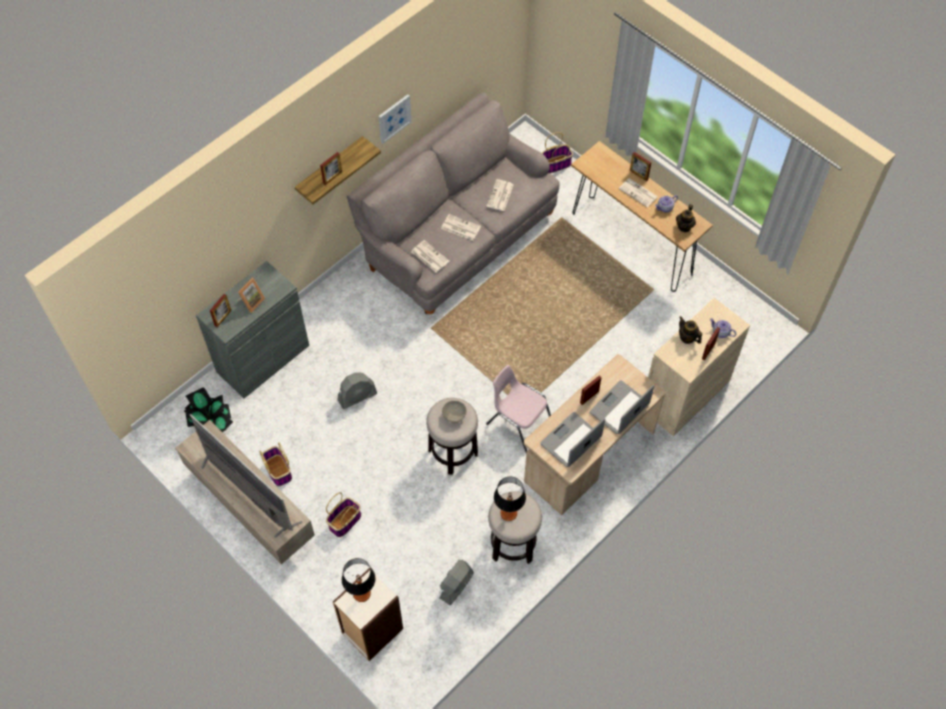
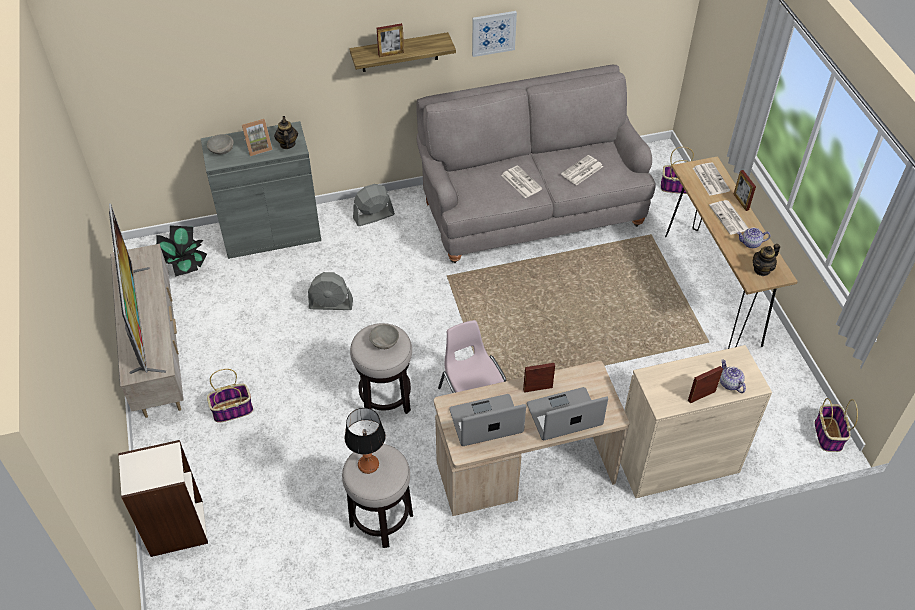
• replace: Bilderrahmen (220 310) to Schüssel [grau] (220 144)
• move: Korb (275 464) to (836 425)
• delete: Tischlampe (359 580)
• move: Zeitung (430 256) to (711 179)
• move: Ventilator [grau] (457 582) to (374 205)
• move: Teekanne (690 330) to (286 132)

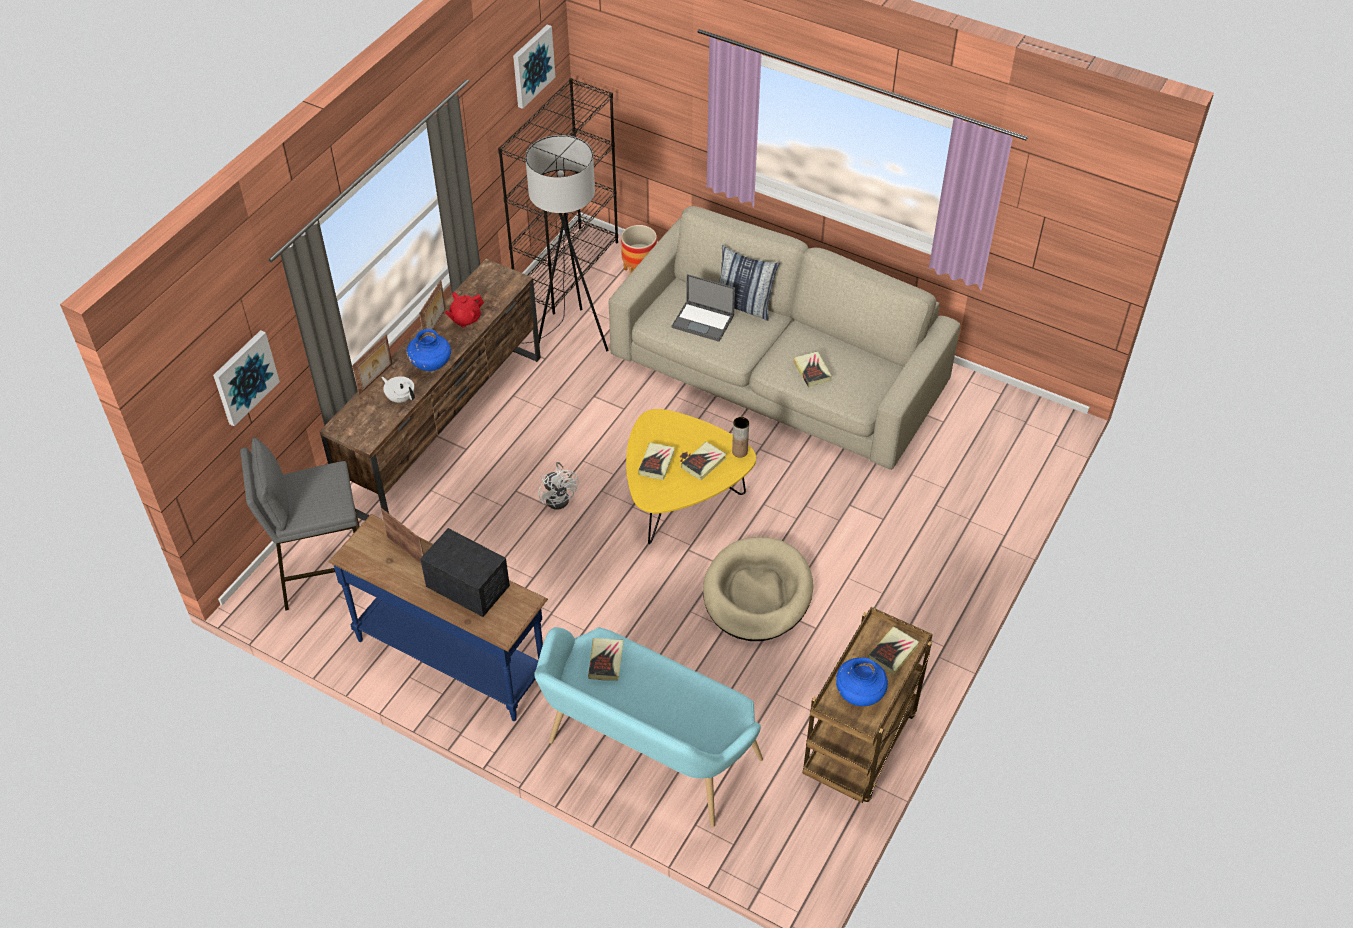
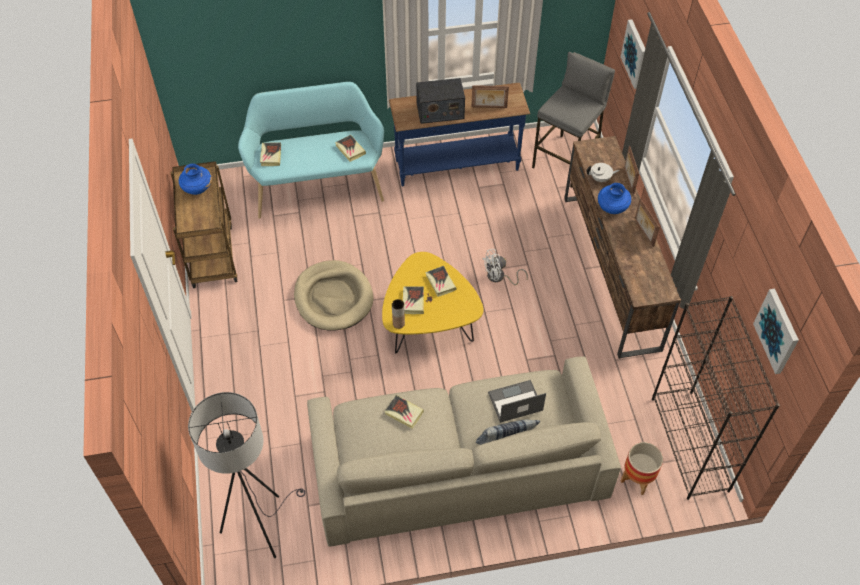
• delete: Teekanne [rot] (464 310)
• move: Stehlampe [grau] (567 243) to (246 475)
• rotate: Ventilator [weiß] (558 486) = (505 267) 45 degrees counterclockwise
• move: Buch (893 651) to (270 154)

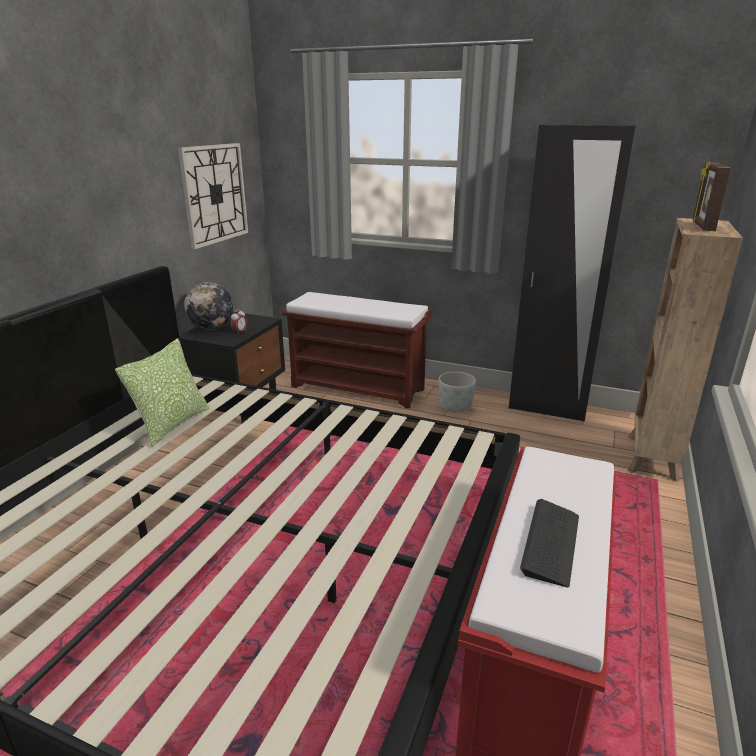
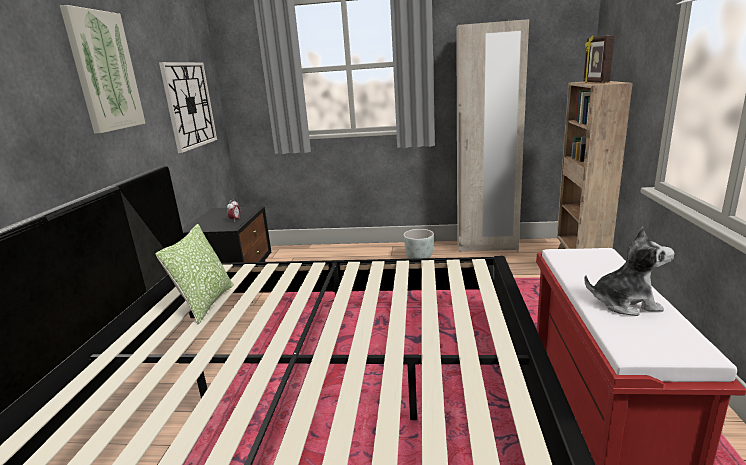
• delete: Globus (208 306)
• delete: Bank [braun] (357 350)
• recolor: Kleiderschrank [schwarz] (572 273) to Kleiderschrank [beige] (492 135)
• replace: Tastatur (549 543) to Plüschtier (629 271)
• insert: Bild (103 69)

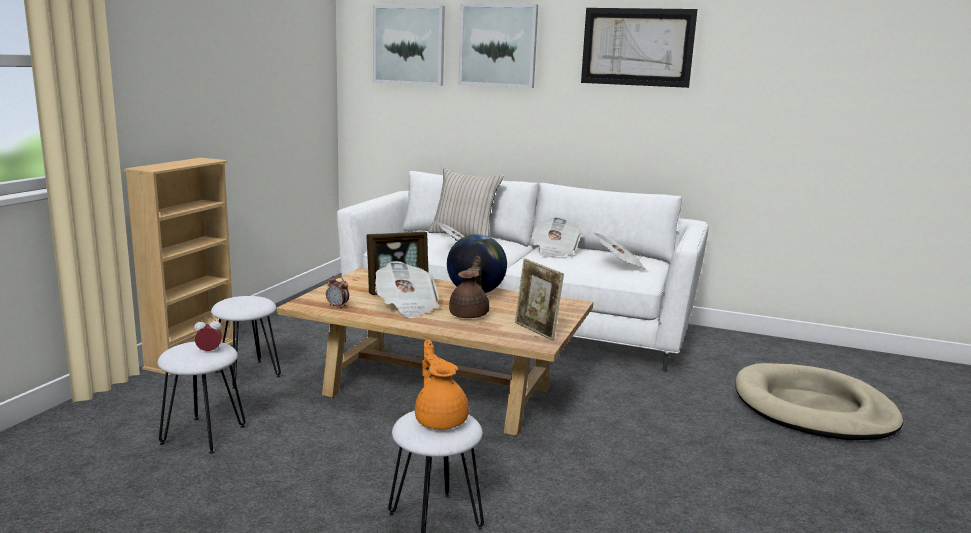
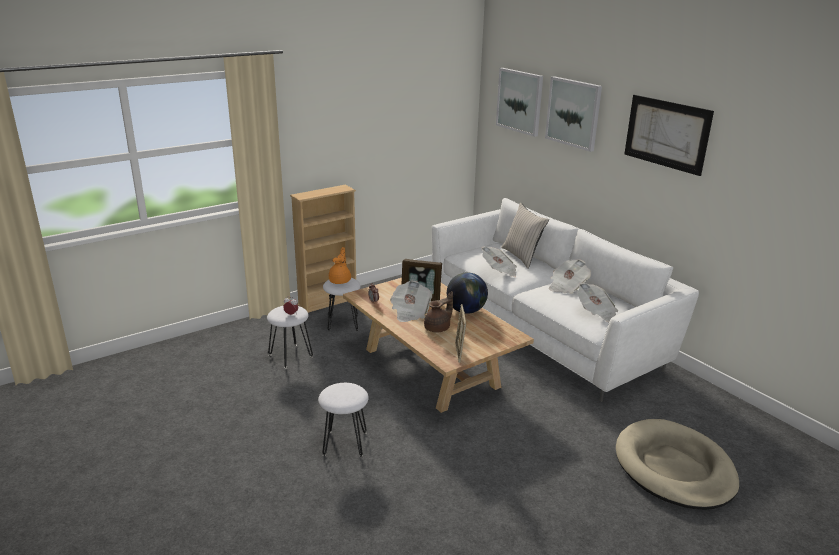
• move: Teekanne [orange] (442 384) to (340 265)

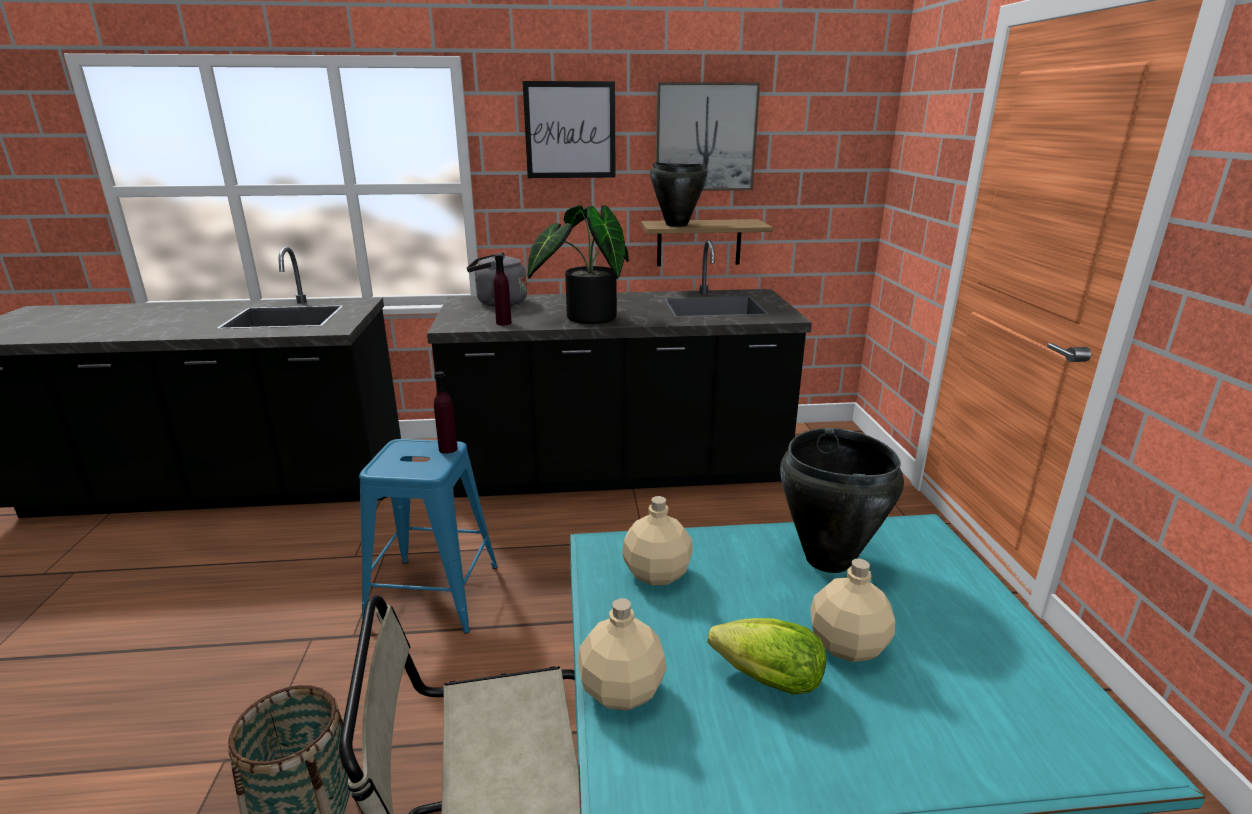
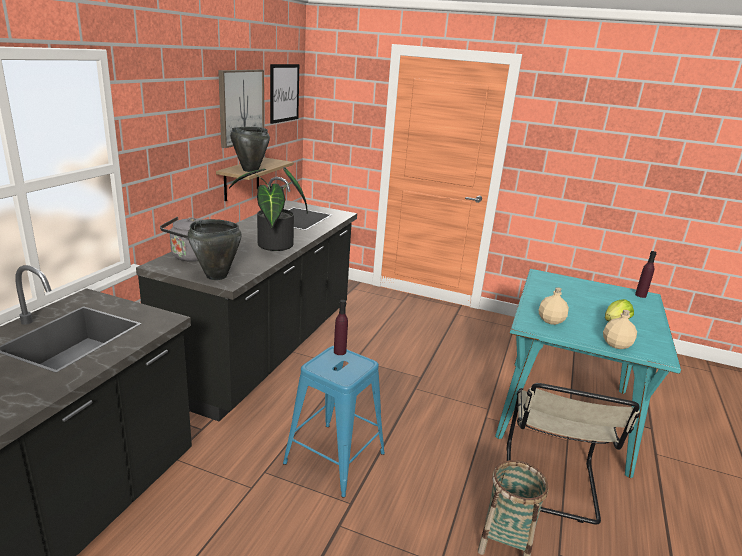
• move: Flasche [lila] (502 290) to (646 274)
• move: Bild (569 129) to (284 94)
• move: Kochtopf [schwarz] (842 500) to (215 249)
• delete: Flasche [beige] (852 610)

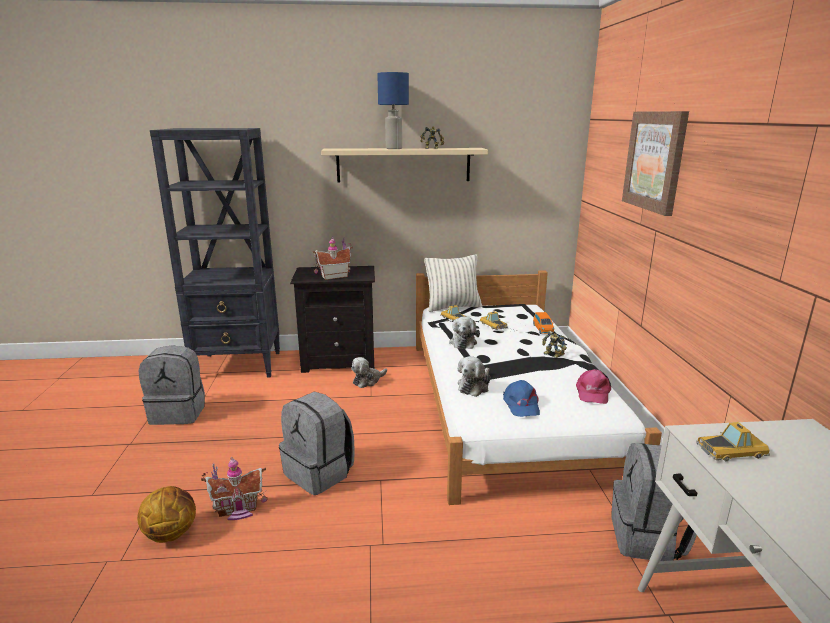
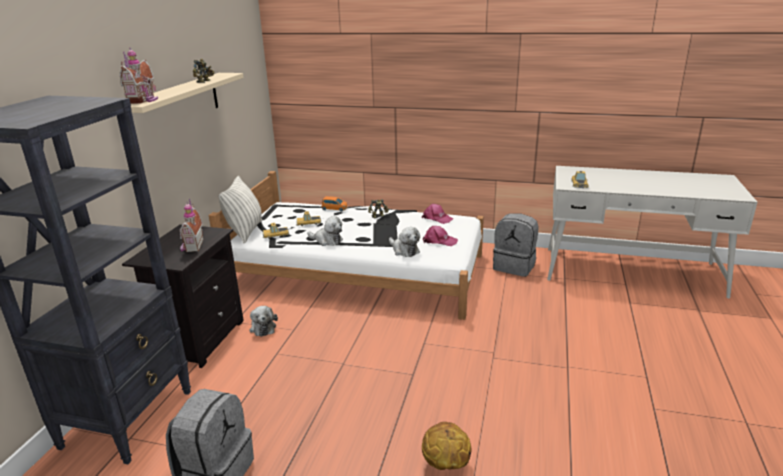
• move: Spielzeughaus (234 489) to (139 75)
• delete: Rucksack [grau] (317 443)
• delete: Tischlampe [blau] (393 110)
• recolor: Kappe [blau] (521 398) to Kappe [rosa] (440 236)
• delete: Bild (655 163)

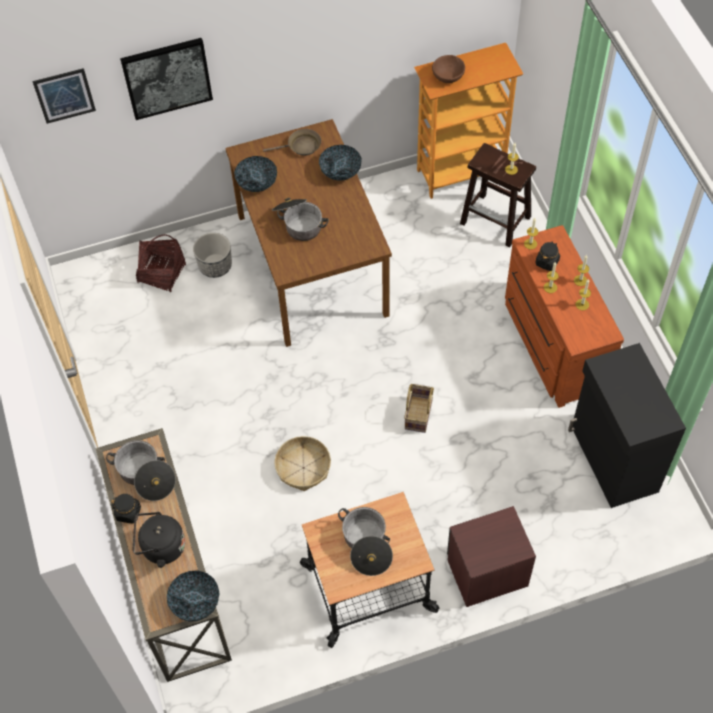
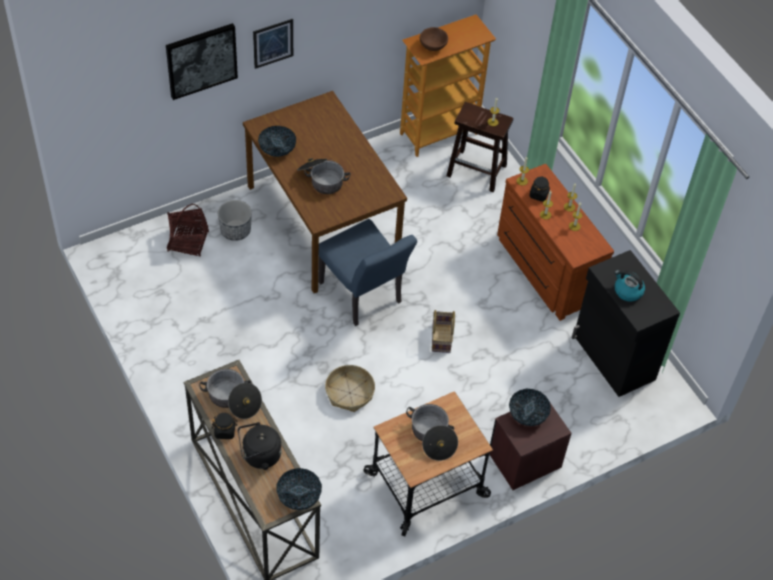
• move: Bild (64 96) to (273 44)
• delete: Pfanne [braun] (292 142)
• move: Schüssel (340 163) to (530 407)
• insert: Stuhl [blau] (367 272)
• insert: Wasserkessel (630 286)

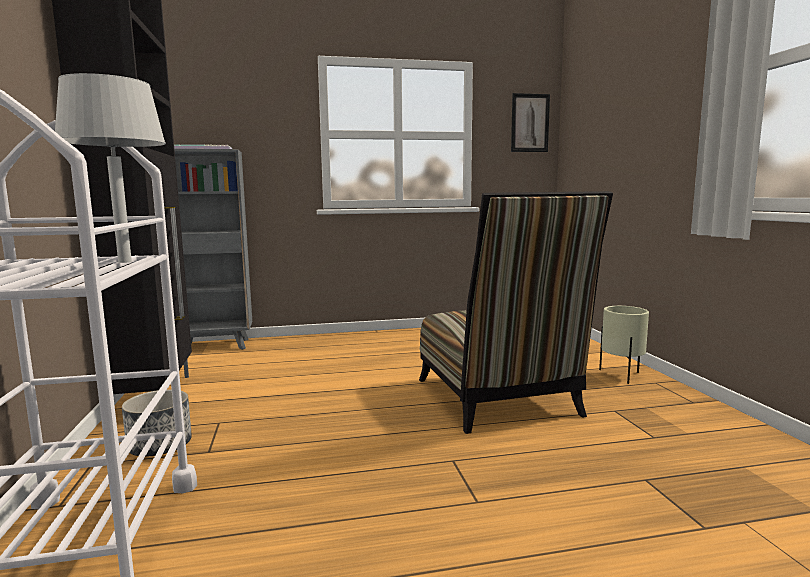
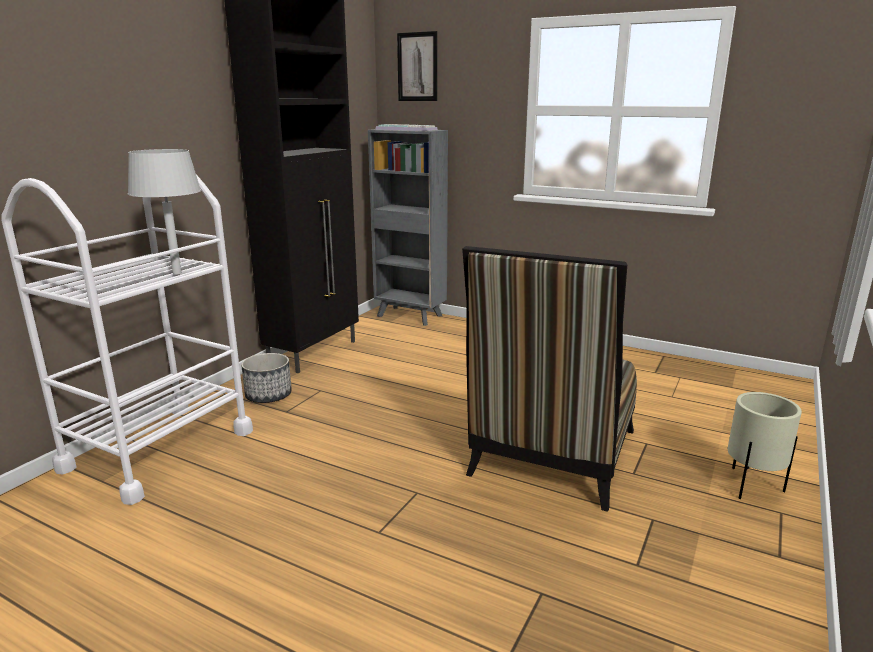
• move: Bild (530 122) to (417 66)

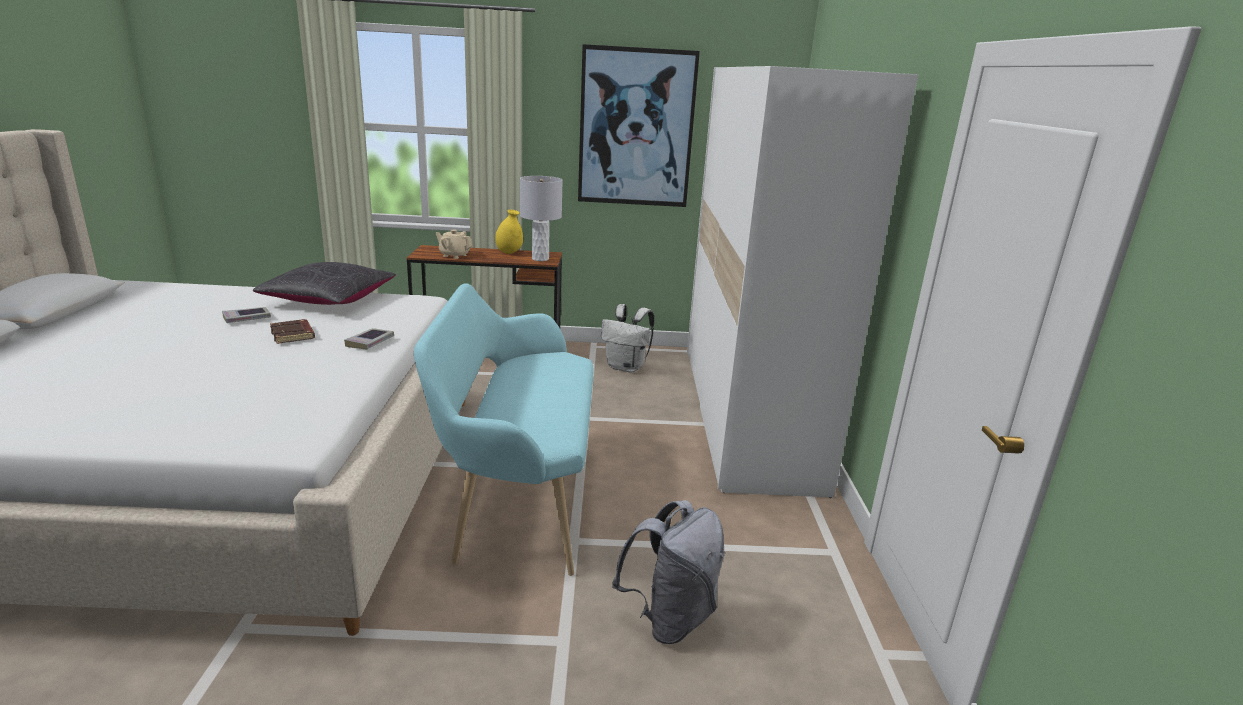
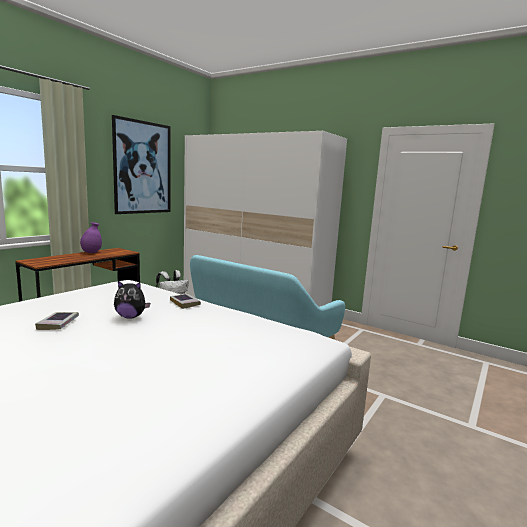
• delete: Kissen [schwarz] (324 283)
• replace: Buch [braun] (292 331) to Plüschtier (132 300)
• delete: Teekanne [beige] (454 244)
• recolor: Vase [gelb] (509 232) to Vase [lila] (91 237)
• delete: Tischlampe [grau] (541 218)
• delete: Rucksack [grau] (668 572)

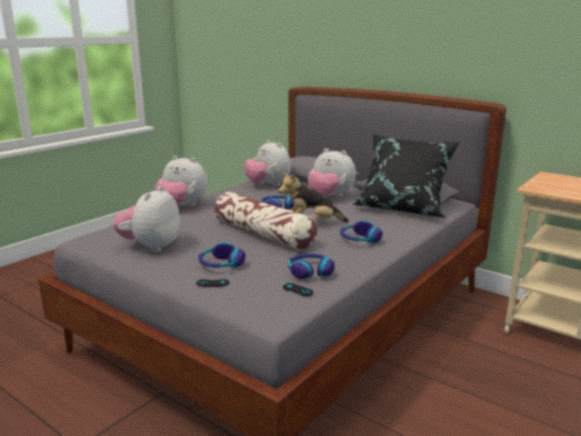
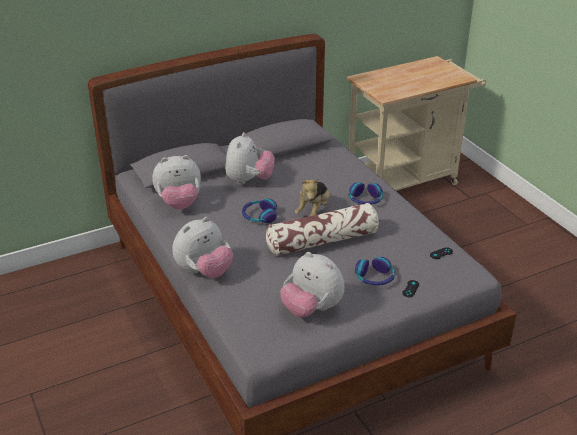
• delete: Kopfhörer (311 266)
• rotate: Plüschtier (332 172) = (250 158) 45 degrees counterclockwise
• delete: Kissen [schwarz] (406 176)

